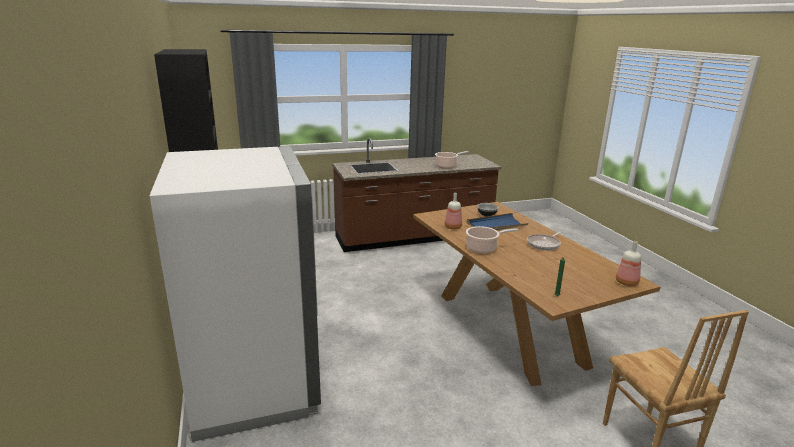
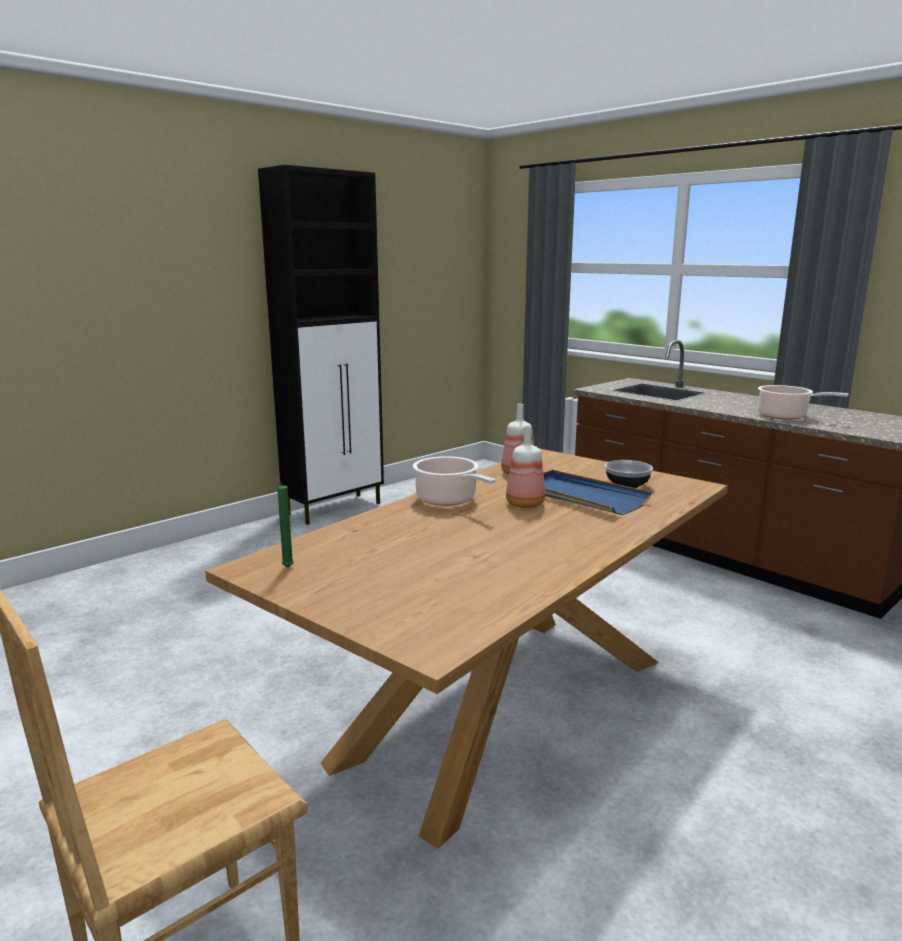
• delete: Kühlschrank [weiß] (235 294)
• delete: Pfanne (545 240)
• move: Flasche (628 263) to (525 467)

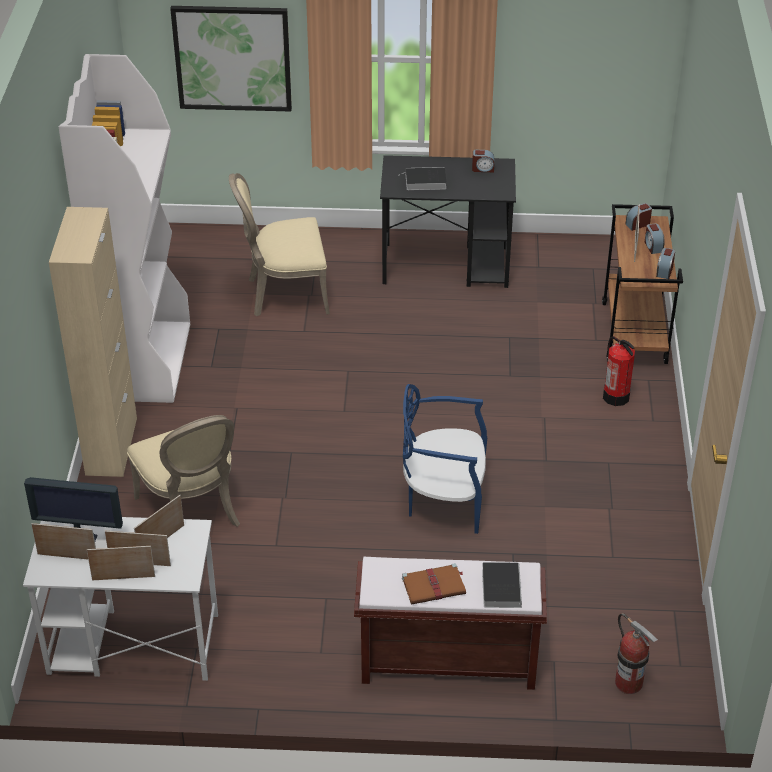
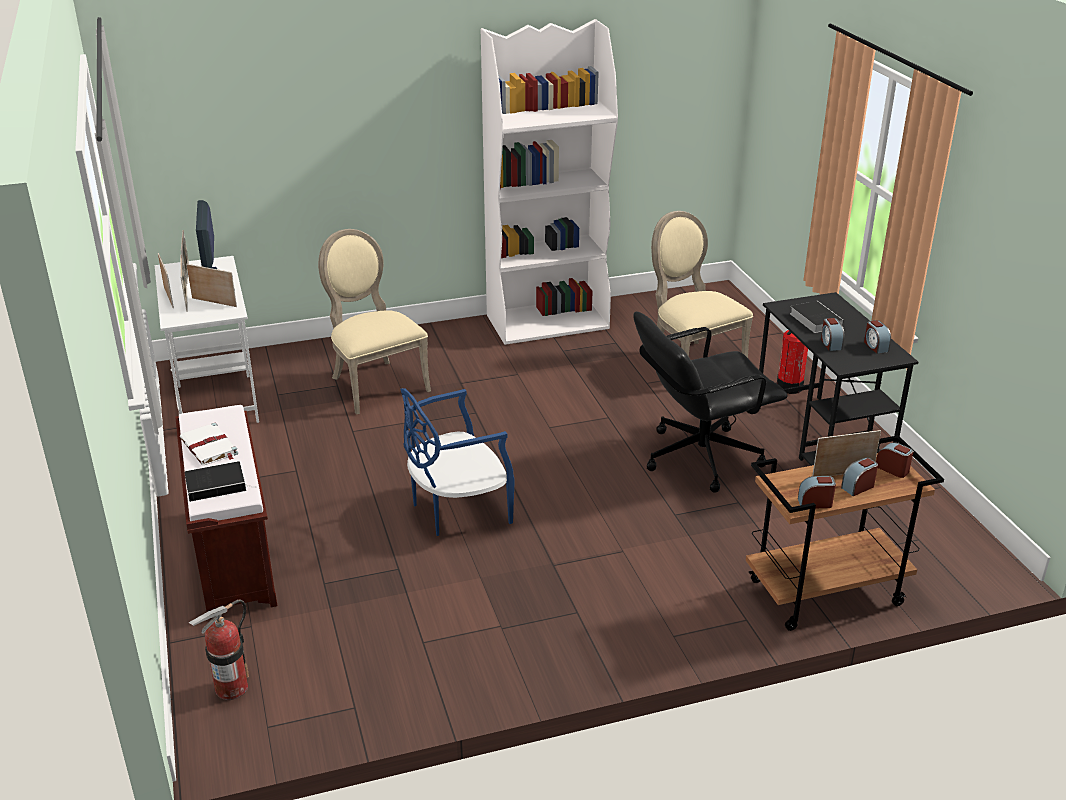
• delete: Schrank [beige] (93 342)
• rotate: Stuhl [beige] (183 471) = (374 322) 105 degrees clockwise
• delete: Bild (231 58)
• recolor: Buch [braun] (434 584) to Buch [weiß] (209 444)
• rotate: Stuhl [blau] (445 459) = (457 462) 105 degrees counterclockwise
• move: Feuerlöscher (619 371) to (792 362)
• insert: Bürostuhl [schwarz] (710 402)
• insert: Wecker (832 334)

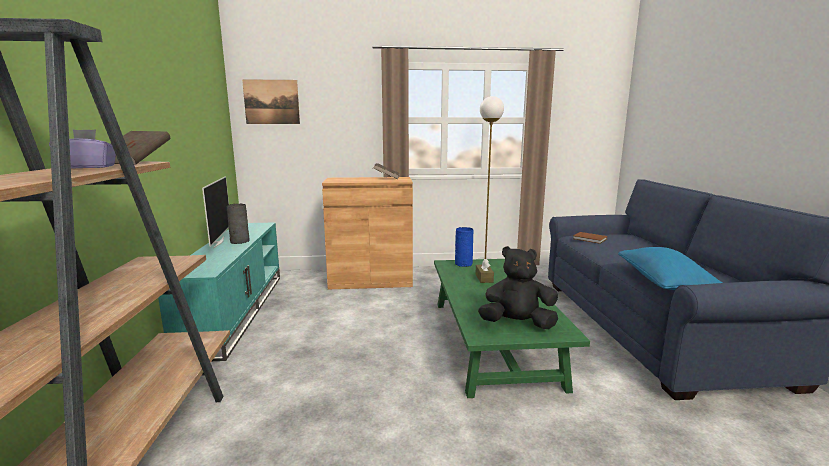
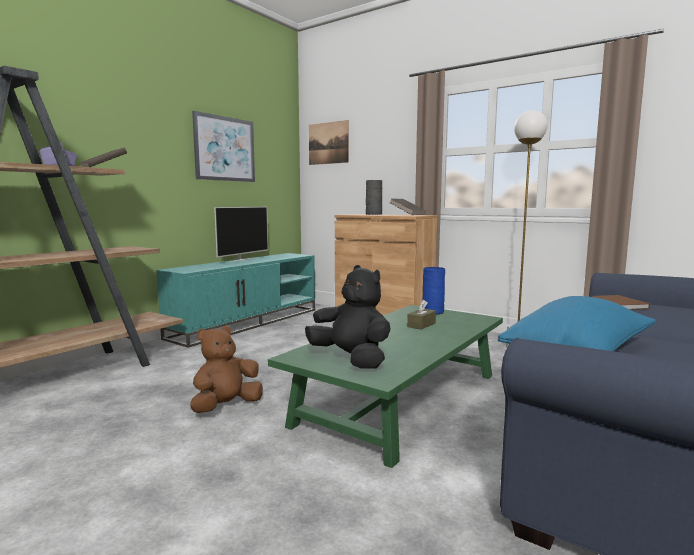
• move: Vase [grau] (238 224) to (374 197)
• insert: Plüschtier [braun] (226 369)
• insert: Bild (223 146)

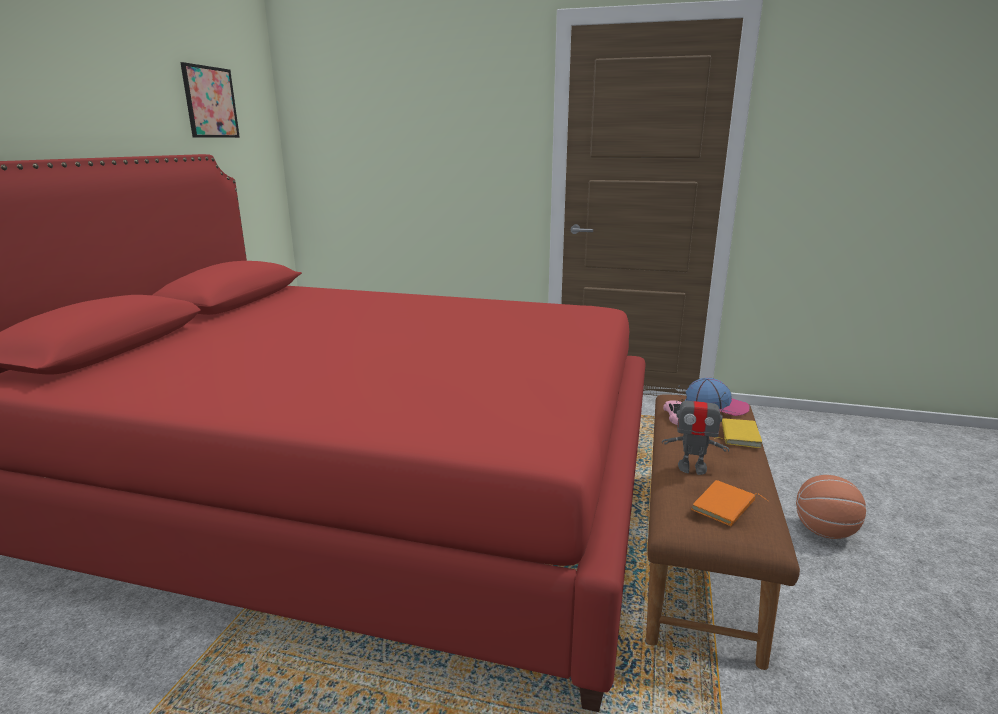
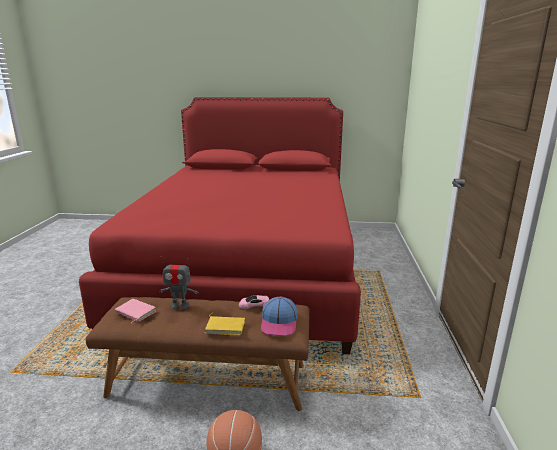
• delete: Bild (210 100)
• rotate: Spielzeugroboter (695 430) = (179 283) 90 degrees counterclockwise
• recolor: Buch [orange] (729 503) to Buch [rosa] (135 311)

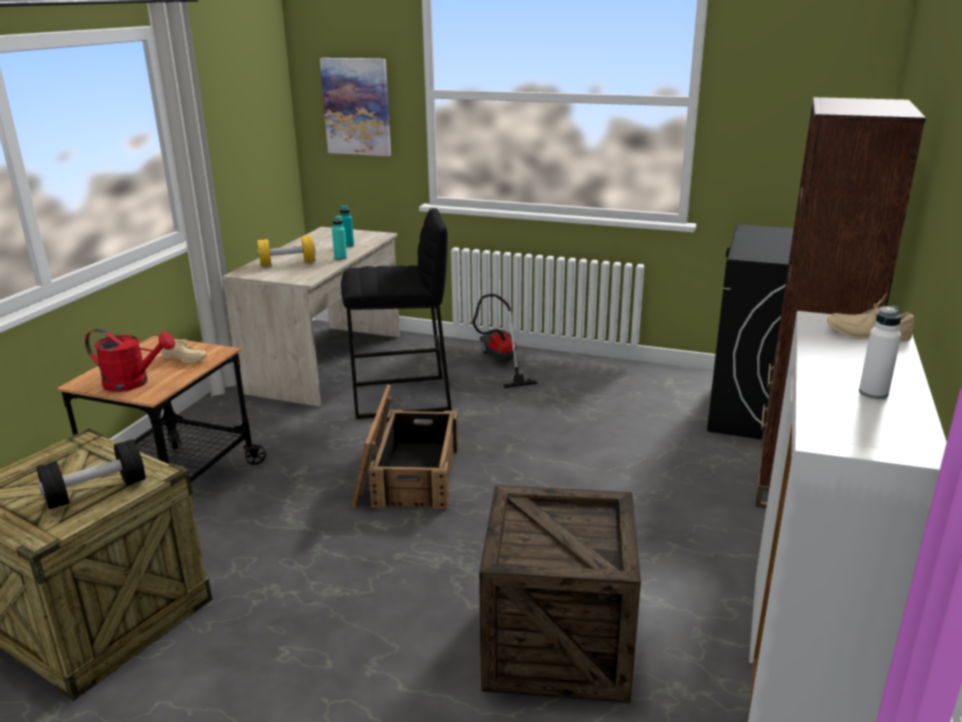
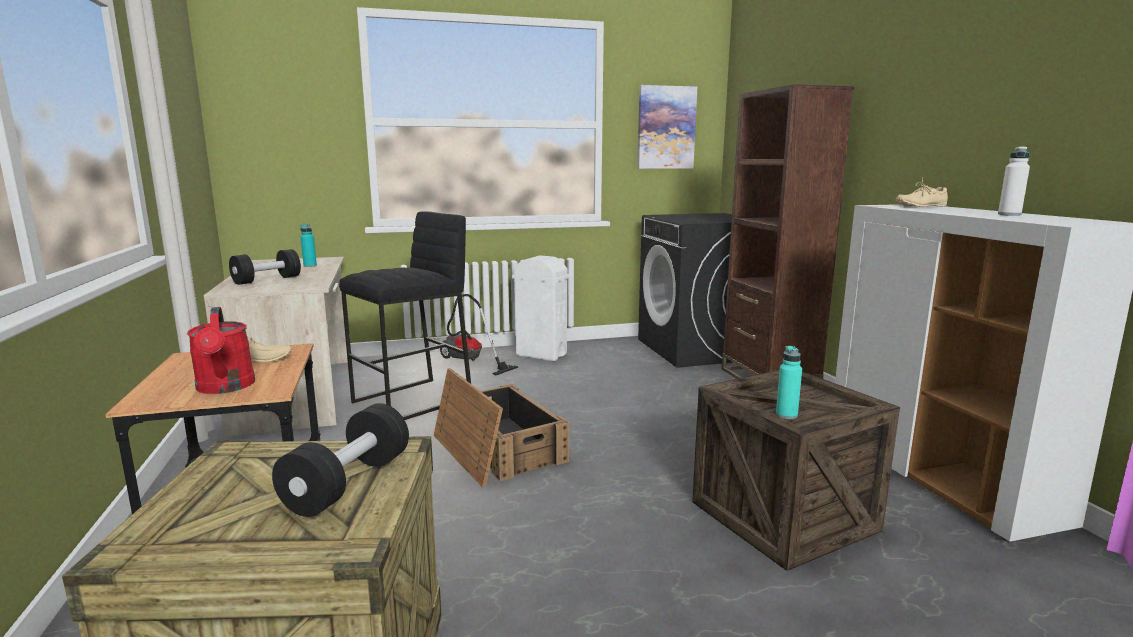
• rotate: Gießkanne [rot] (130 360) = (221 350) 90 degrees clockwise
• recolor: Hantel [gelb] (286 251) to Hantel [schwarz] (265 267)
• move: Bild (355 107) to (667 127)
• move: Flasche [türkis] (339 237) to (789 382)
• insert: Mülleimer [weiß] (541 308)

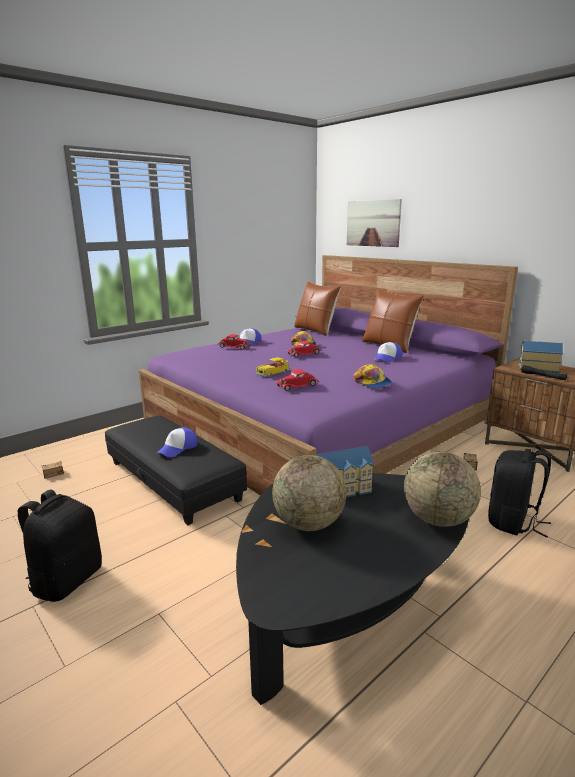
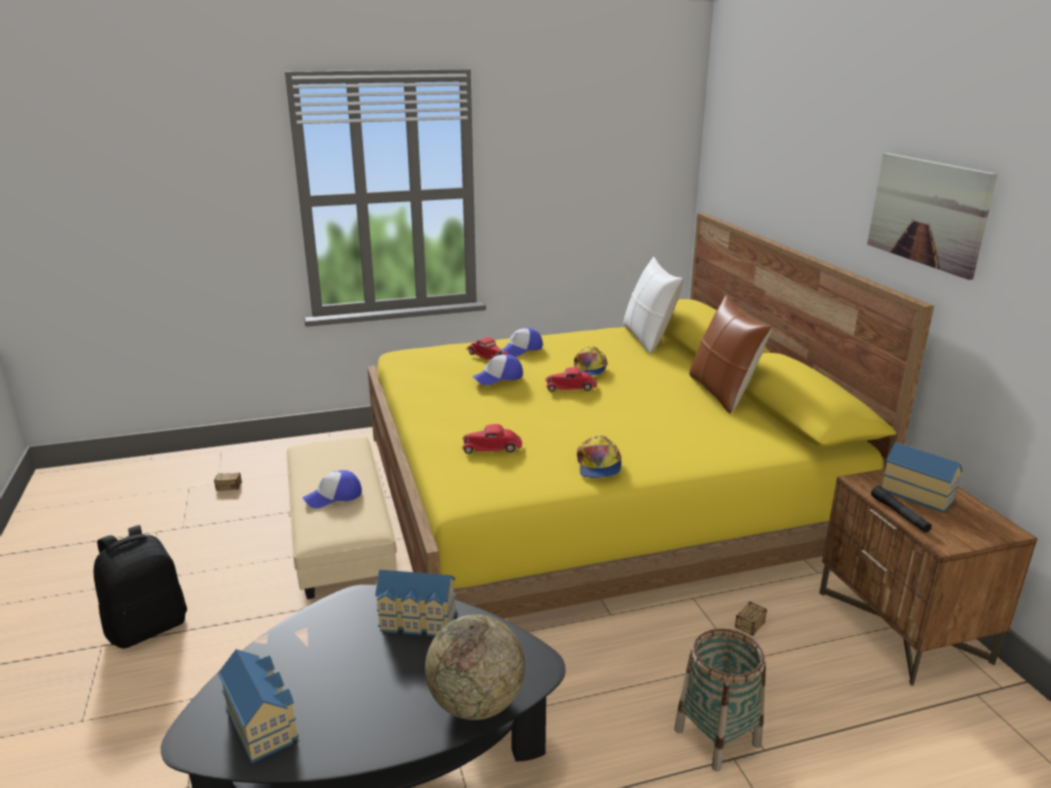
• recolor: Polsterhocker [schwarz] (176 470) to Polsterhocker [beige] (342 518)
• recolor: Bett [lila] (328 375) to Bett [gelb] (650 415)
• delete: Spielzeugauto (272 367)
• delete: Globus (309 493)
• recolor: Kissen [braun] (317 308) to Kissen [weiß] (653 305)
• move: Bild (374 223) to (932 216)
• move: Kappe (388 352) to (497 369)
• replace: Rucksack [schwarz] (519 493) to Korb (720 699)
• insert: Spielzeughaus (258 706)

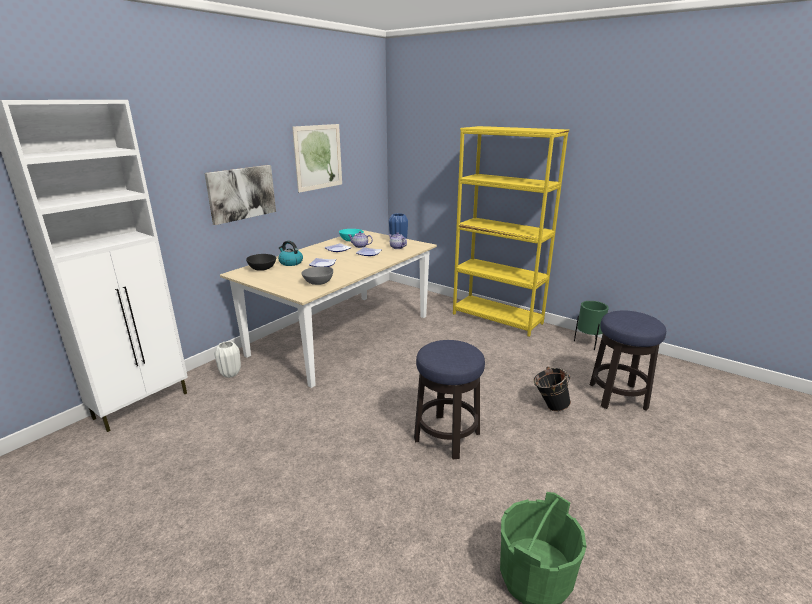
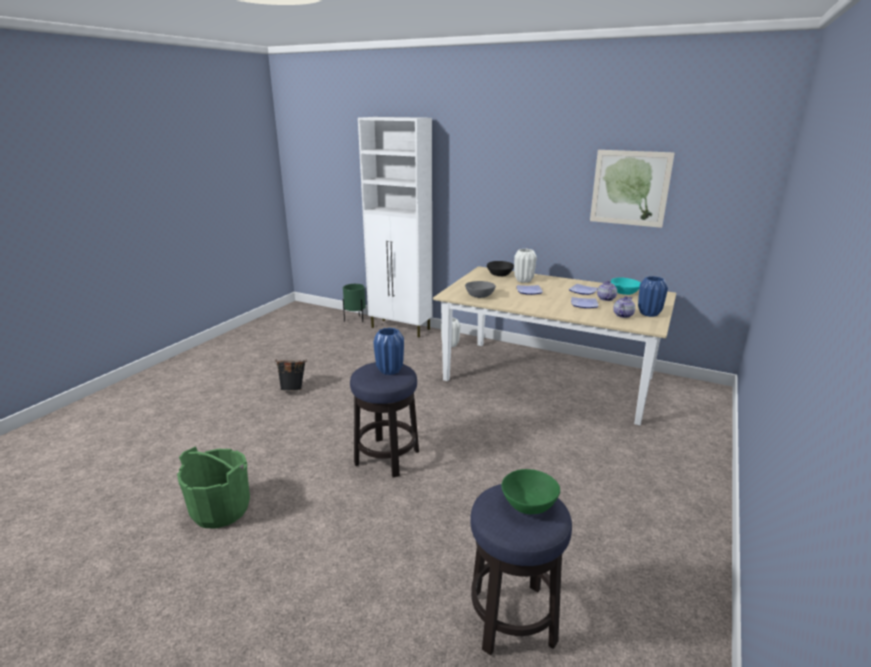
• delete: Bild (240 195)
• replace: Wasserkessel (290 253) to Vase [weiß] (525 266)
• delete: Bücherregal [gelb] (511 231)
• move: Eimer [schwarz] (552 389) to (291 375)
• move: Pflanzkübel [grün] (591 325) to (354 303)
• insert: Vase [blau] (388 351)
• insert: Schüssel [grün] (531 491)

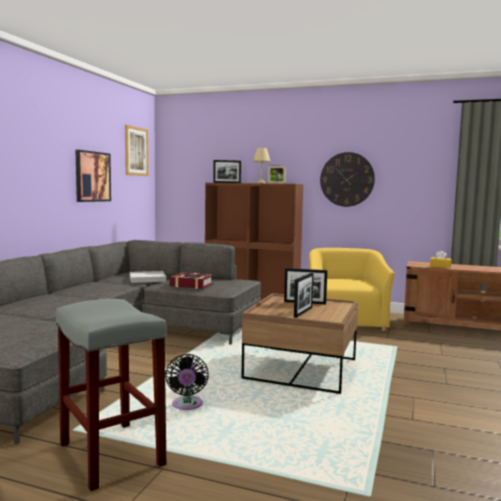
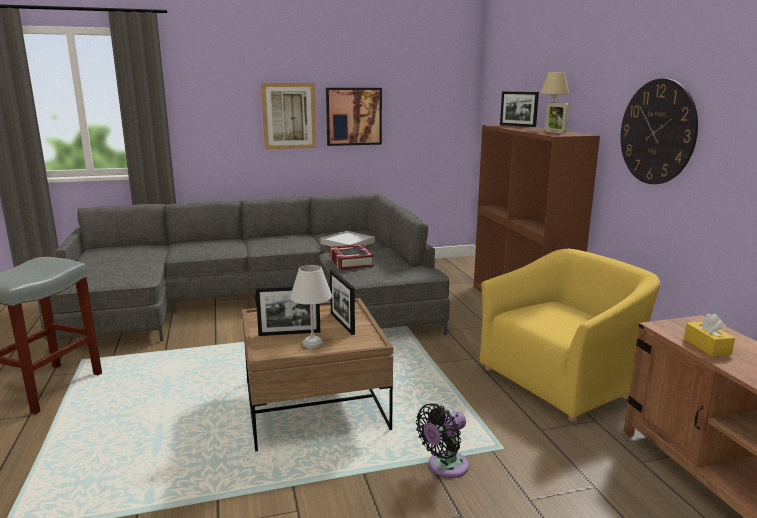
• move: Bild (137 150) to (288 116)
• move: Ventilator [schwarz] (187 382) to (442 440)
• insert: Tischlampe [weiß] (311 306)

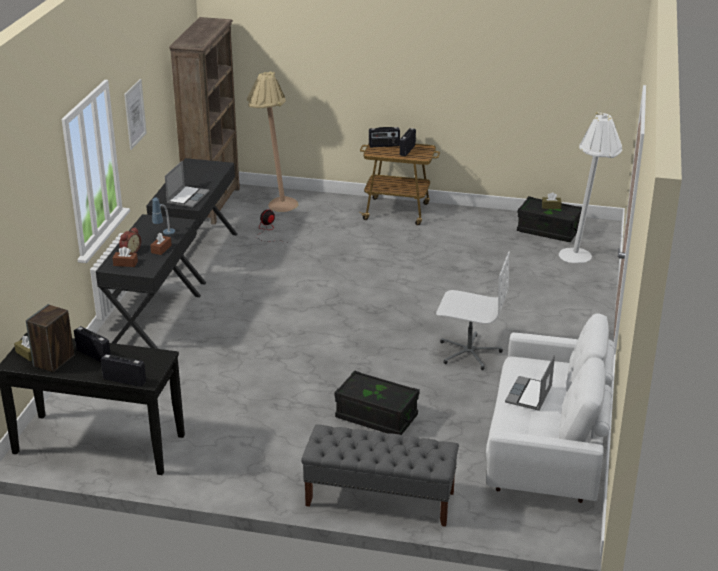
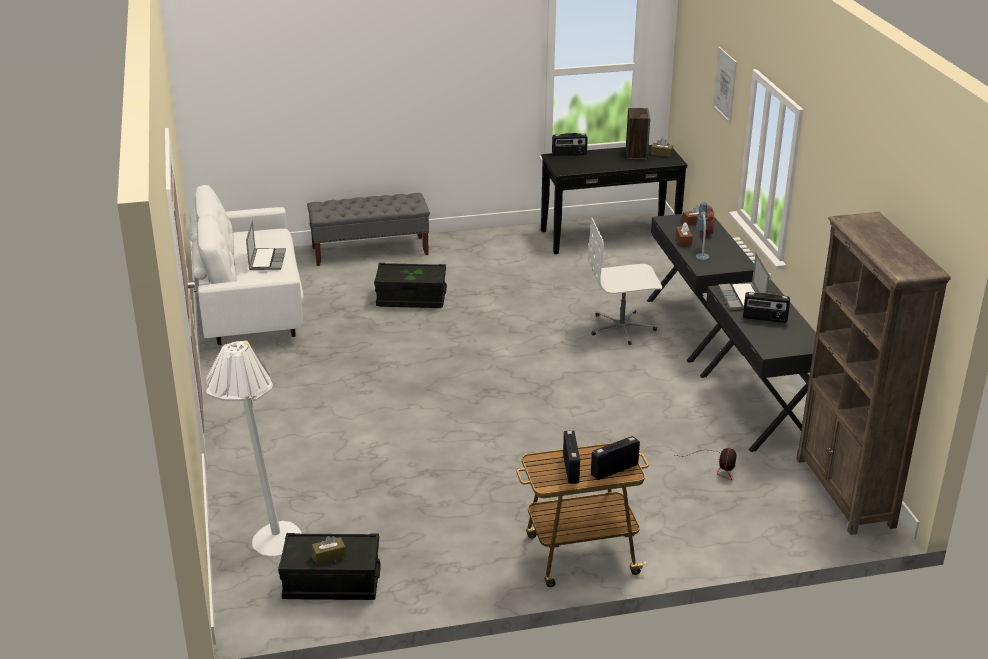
• move: Radio (92 344) to (766 307)
• move: Bild (135 114) to (725 86)
• delete: Stehlampe [beige] (272 141)
• move: Bürostuhl [weiß] (473 311) to (625 281)

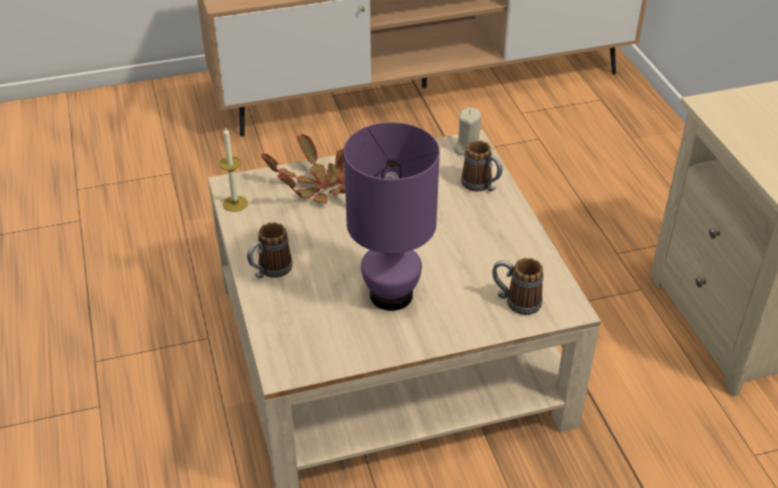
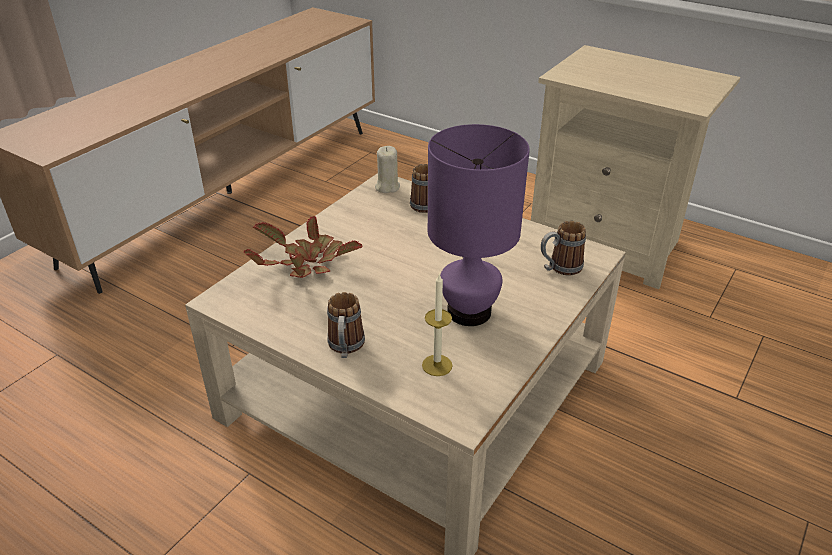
• move: Kerze (233 169) to (437 324)

